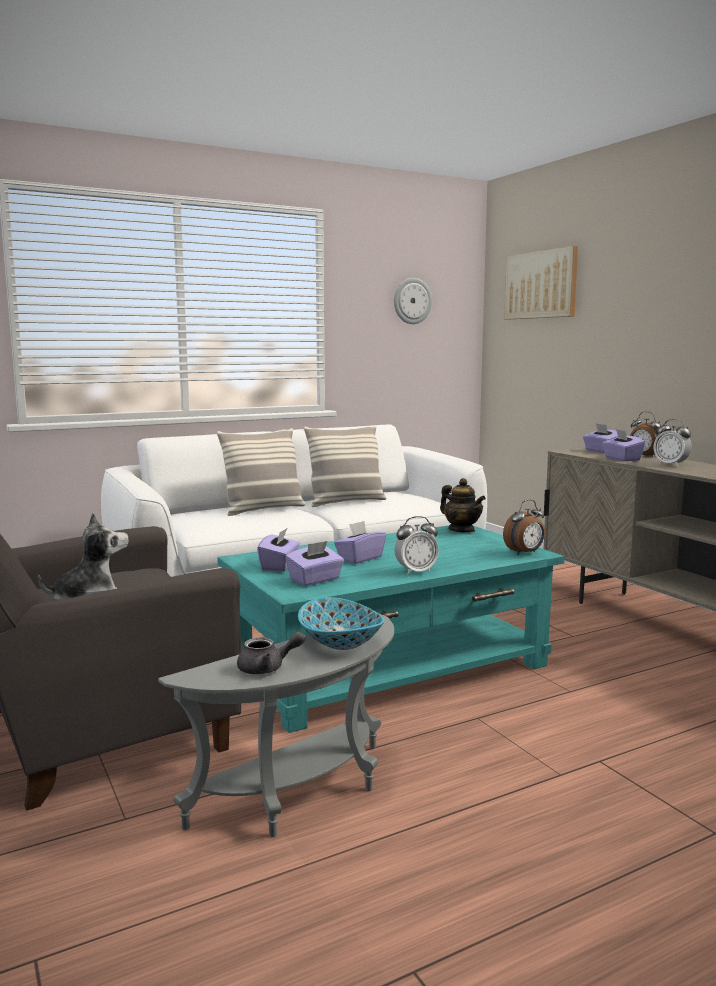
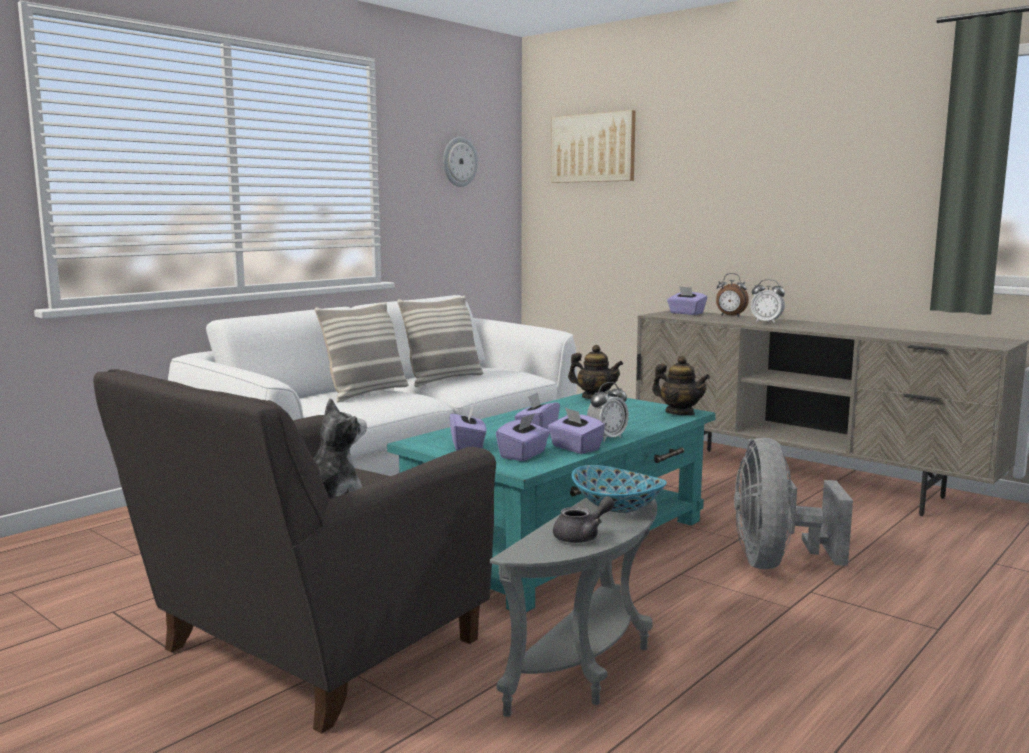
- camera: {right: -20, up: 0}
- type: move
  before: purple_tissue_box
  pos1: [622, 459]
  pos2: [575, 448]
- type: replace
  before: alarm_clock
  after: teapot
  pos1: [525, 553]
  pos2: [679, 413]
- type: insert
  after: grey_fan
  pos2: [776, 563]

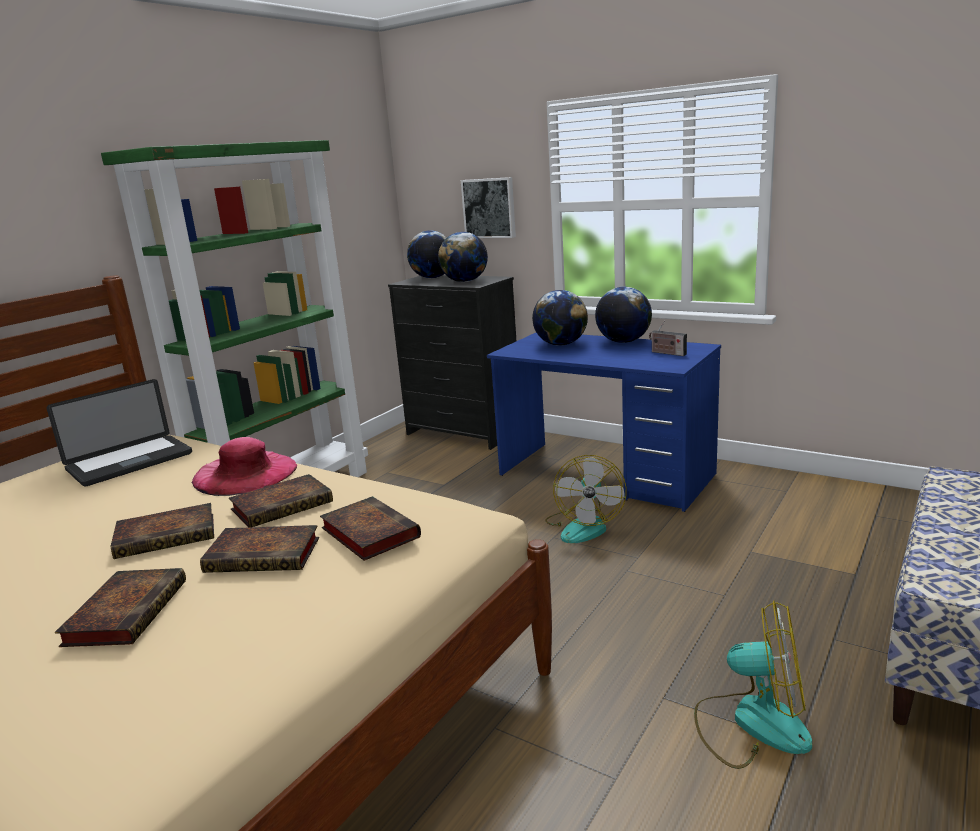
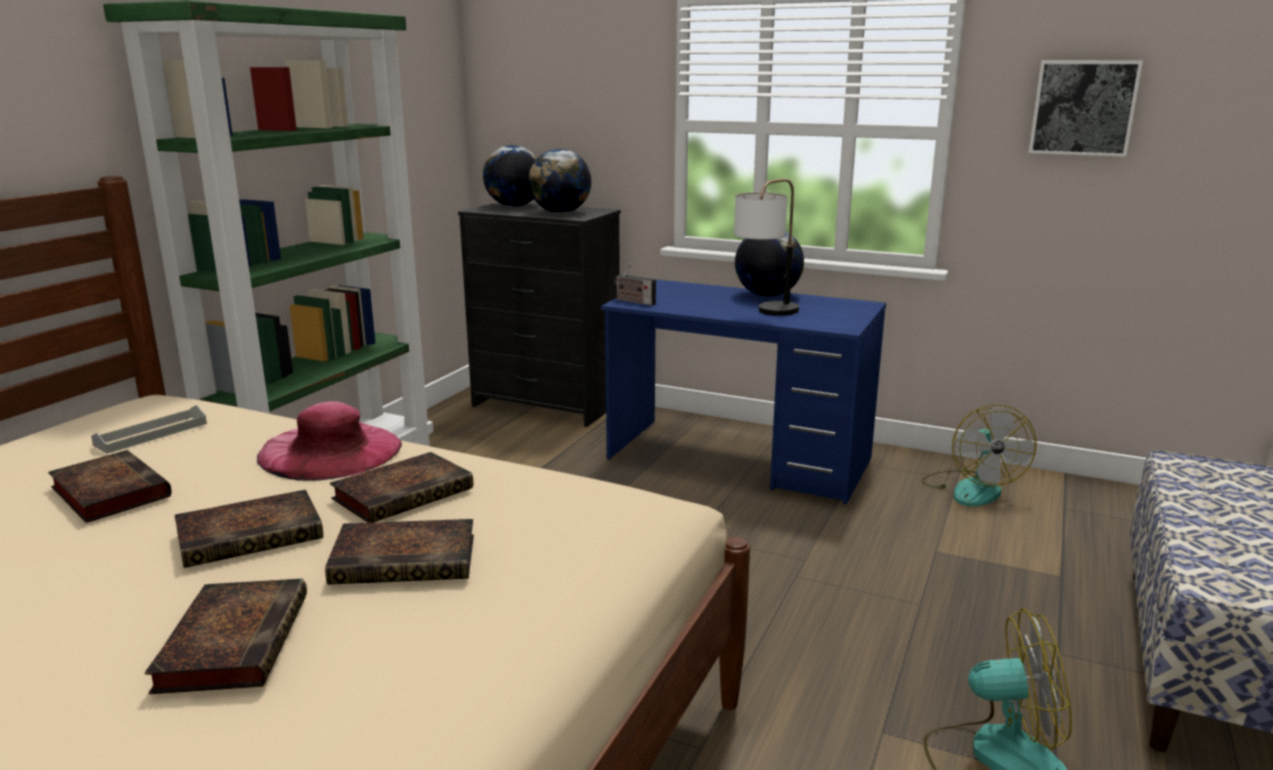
- camera: {right: -10, up: 0}
- type: move
  before: picture
  pos1: [489, 208]
  pos2: [1083, 108]
- type: delete
  before: globe
  pos1: [561, 344]
- type: move
  before: radio
  pos1: [666, 353]
  pos2: [633, 301]
- type: replace
  before: laptop
  after: grey_tray
  pos1: [130, 462]
  pos2: [151, 434]
- type: move
  before: fan
  pos1: [584, 526]
  pos2: [971, 488]
- type: move
  before: book
  pos1: [368, 532]
  pos2: [108, 492]
- type: insert
  after: table_lamp
  pos2: [765, 314]

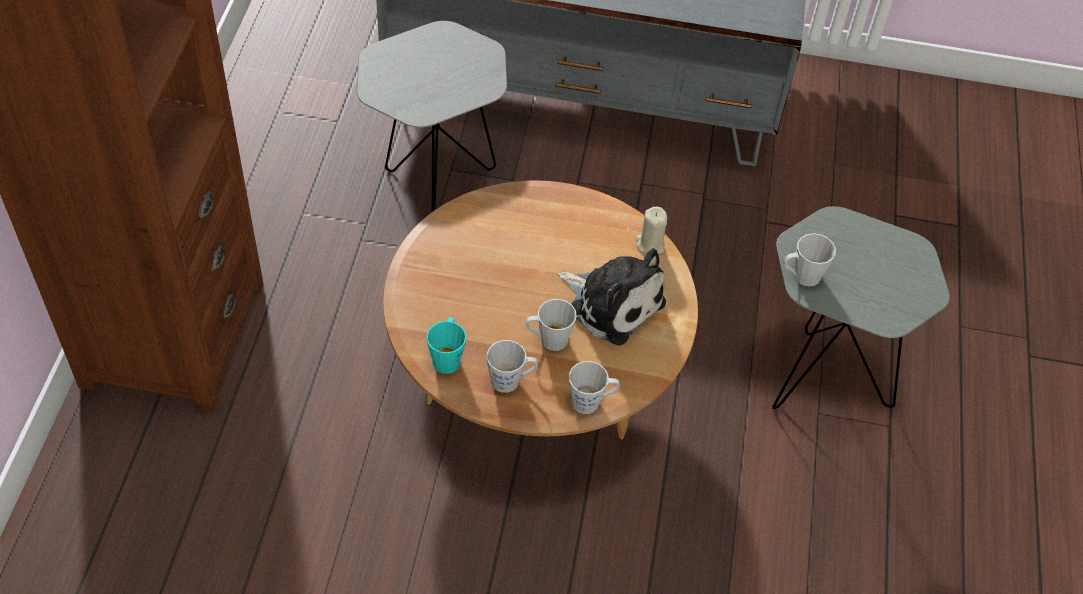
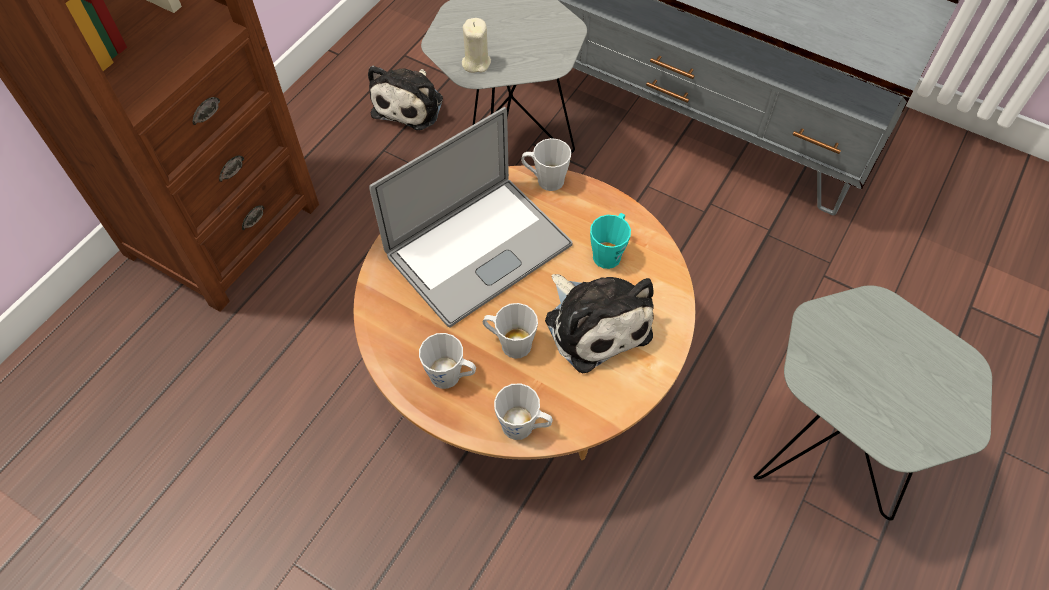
- camera: {right: 25, up: 5}
- type: move
  before: beige_candle
  pos1: [650, 245]
  pos2: [476, 62]
- type: move
  before: grey_mug
  pos1: [801, 276]
  pos2: [545, 180]
- type: move
  before: turquoise_mug
  pos1: [447, 357]
  pos2: [609, 252]
- type: insert
  after: plush_toy
  pos2: [410, 104]
- type: insert
  after: laptop
  pos2: [478, 250]

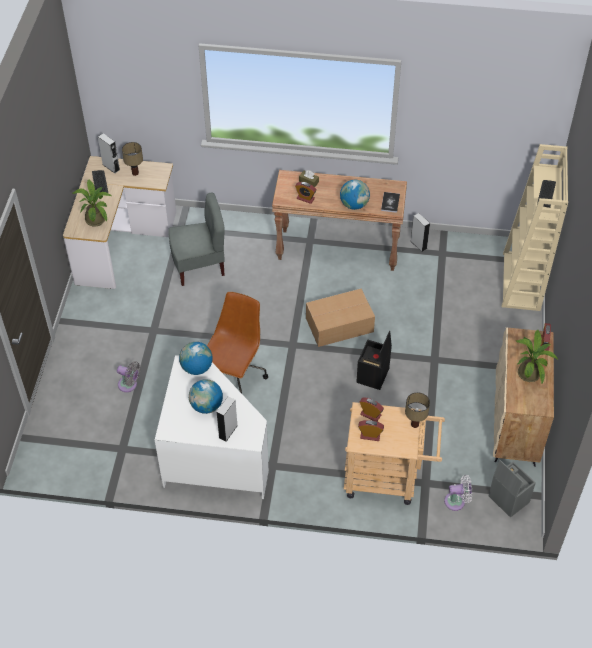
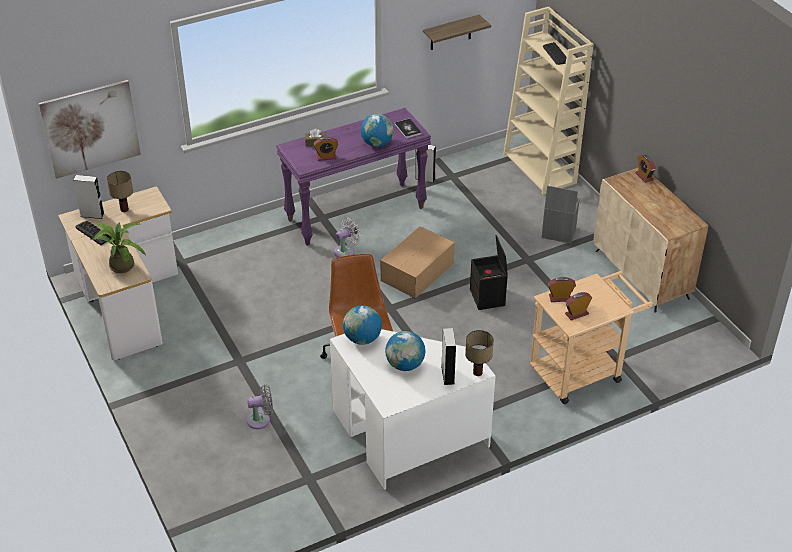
- camera: {right: -35, up: -10}
- type: recolor
  before: brown_console_table
  after: purple_console_table
  pos1: [338, 249]
  pos2: [356, 213]
- type: delete
  before: grey_chair
  pos1: [199, 265]
- type: delete
  before: potted_plant
  pos1: [530, 372]
- type: move
  before: table_lamp
  pos1: [415, 425]
  pos2: [478, 373]
- type: move
  before: grey_storage_box
  pos1: [507, 499]
  pos2: [558, 233]
- type: move
  before: white_fan
  pos1: [457, 501]
  pos2: [346, 251]
- type: insert
  after: shelf
  pos2: [450, 33]
- type: insert
  after: picture
  pos2: [91, 129]

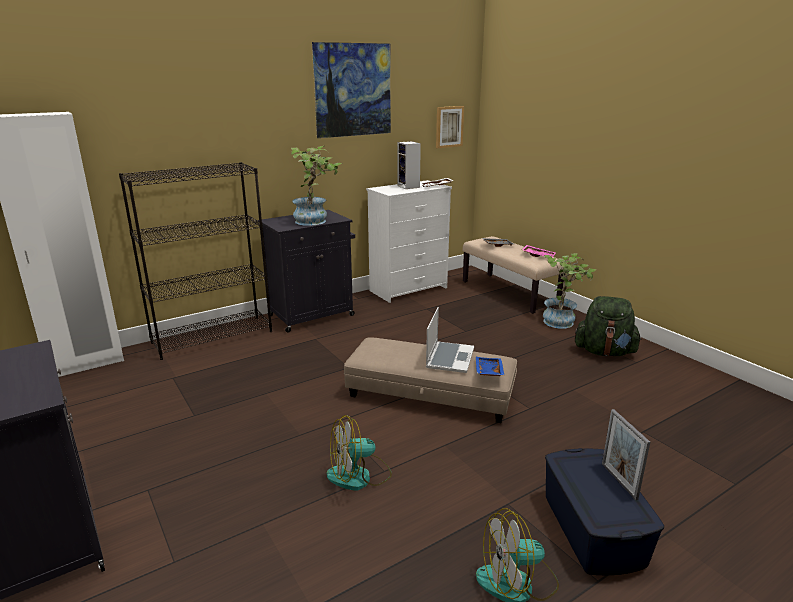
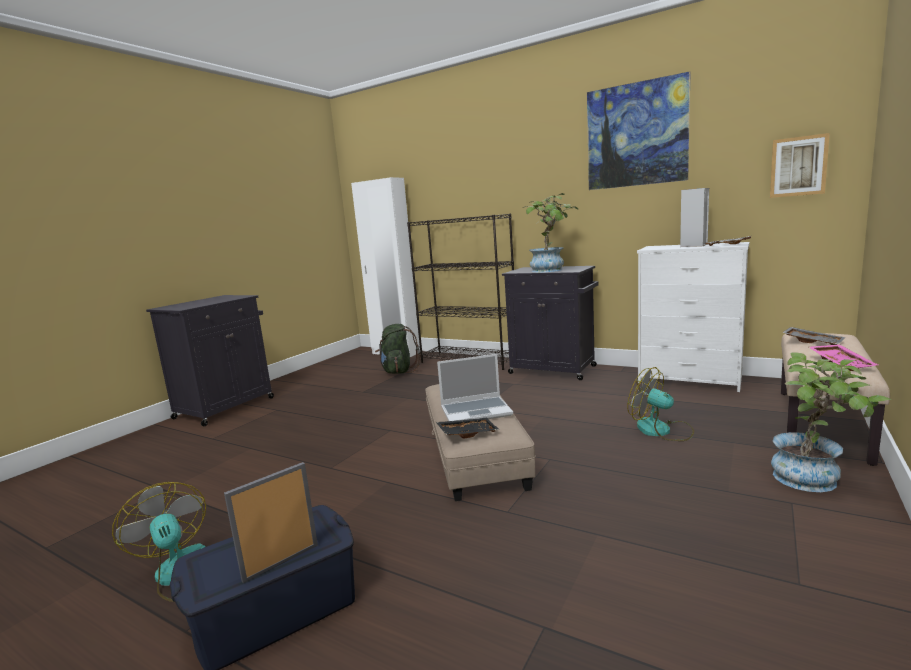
- camera: {right: 65, up: -10}
- type: move
  before: green_backpack
  pos1: [604, 352]
  pos2: [398, 371]
- type: recolor
  before: blue_tray
  after: black_tray
  pos1: [488, 371]
  pos2: [467, 433]
- type: move
  before: fan
  pos1: [359, 476]
  pos2: [661, 430]

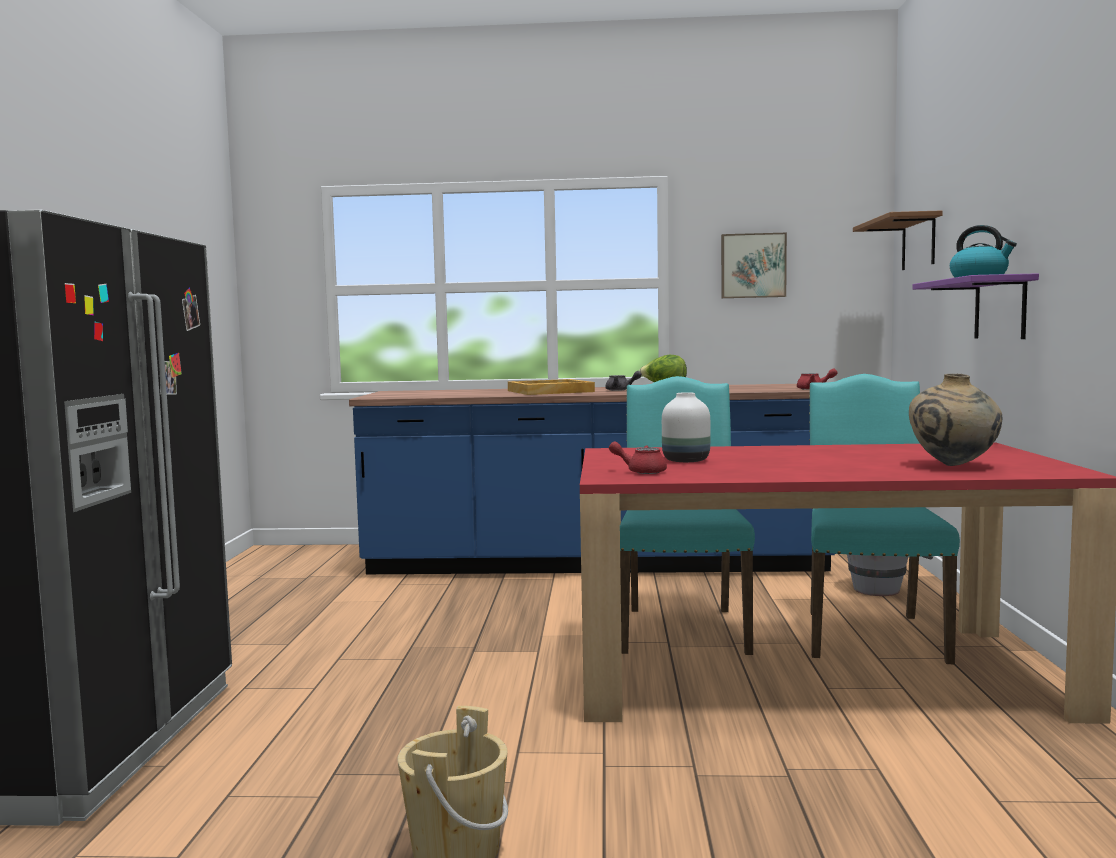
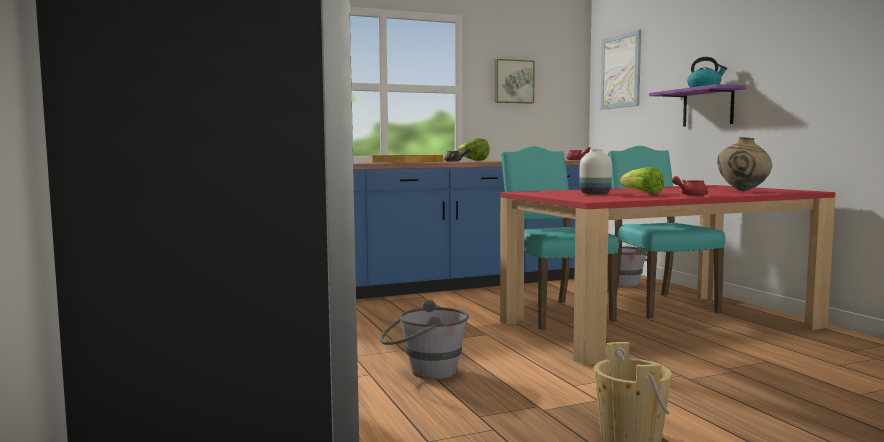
- camera: {right: -25, up: 0}
- type: replace
  before: brown_shelf
  after: picture
  pos1: [918, 243]
  pos2: [620, 71]
- type: move
  before: red_teapot
  pos1: [641, 471]
  pos2: [690, 195]
- type: insert
  after: lettuce
  pos2: [642, 193]
- type: insert
  after: grey_bucket
  pos2: [424, 372]

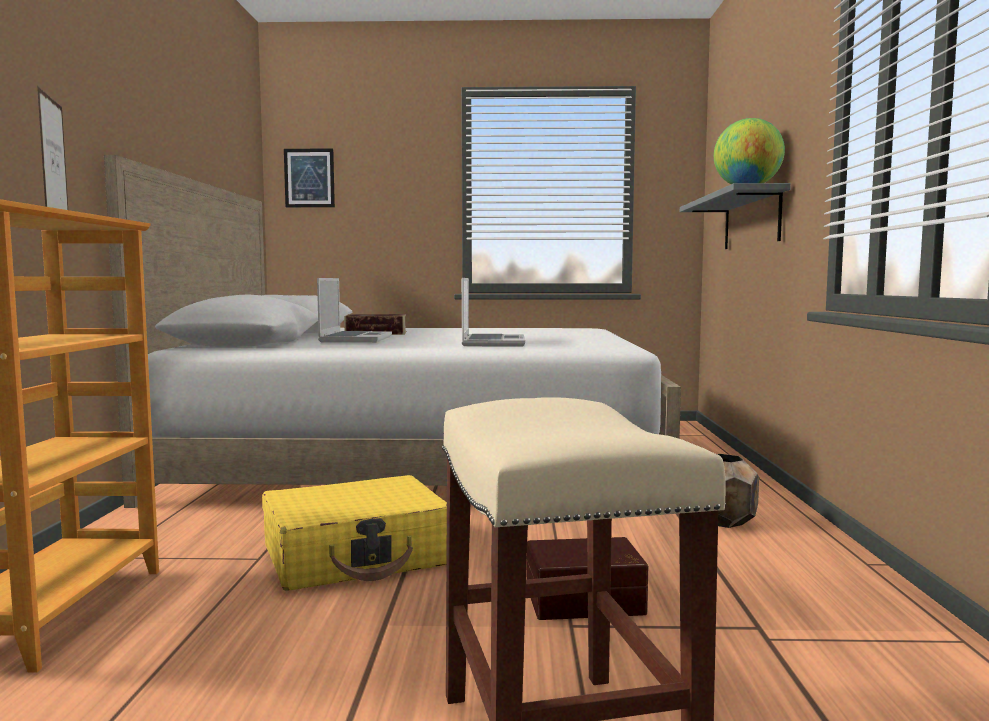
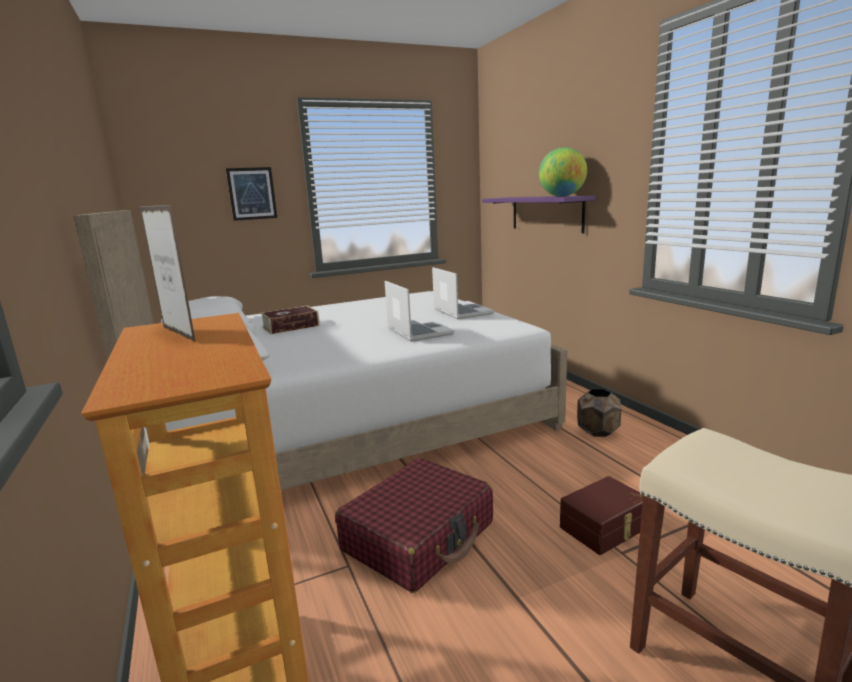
- camera: {right: -25, up: 10}
- type: move
  before: picture
  pos1: [309, 178]
  pos2: [252, 193]
- type: recolor
  before: grey_shelf
  after: purple_shelf
  pos1: [751, 221]
  pos2: [546, 213]
- type: move
  before: laptop
  pos1: [355, 339]
  pos2: [461, 311]
- type: recolor
  before: yellow_suitcase
  after: red_suitcase
  pos1: [357, 556]
  pos2: [419, 536]

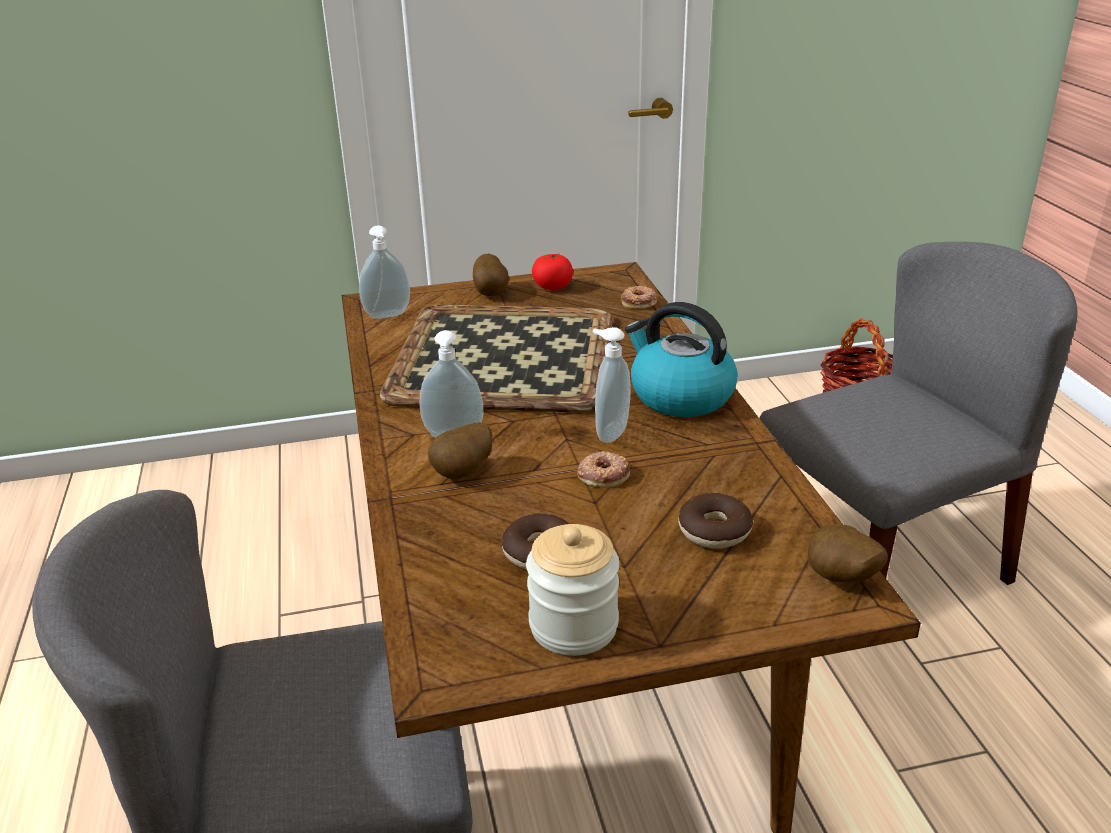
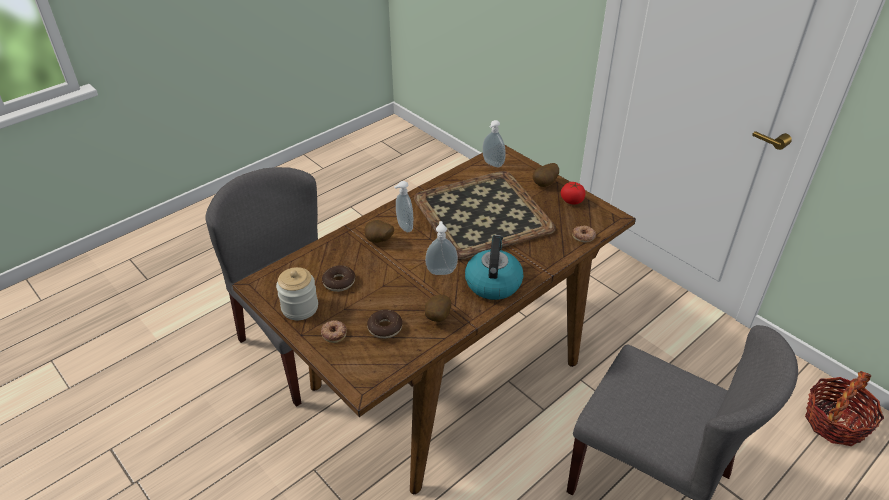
- camera: {right: 60, up: 10}
- type: move
  before: donut
  pos1: [603, 474]
  pos2: [334, 333]
- type: move
  before: potato
  pos1: [840, 580]
  pos2: [437, 318]

